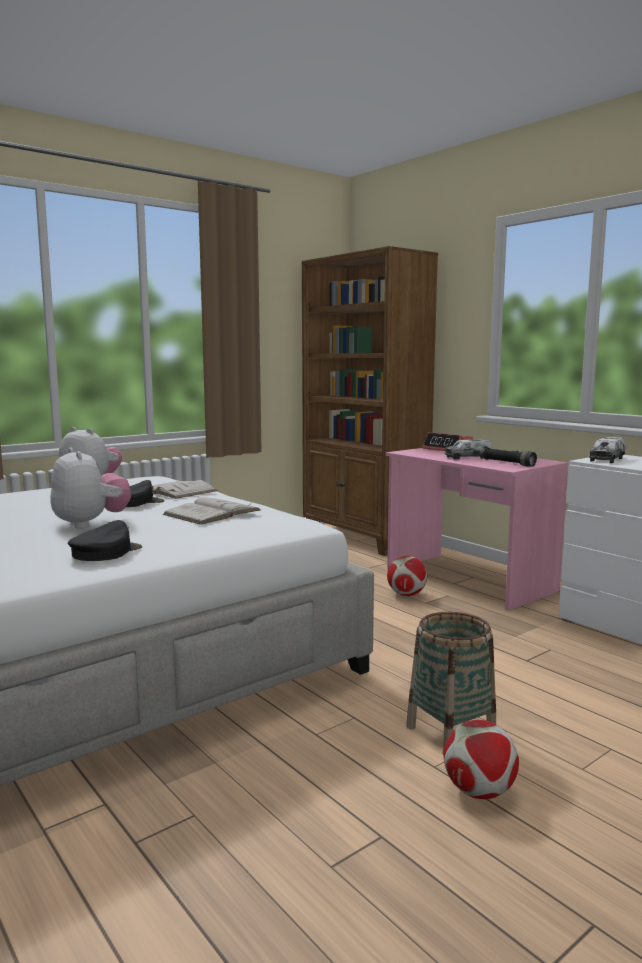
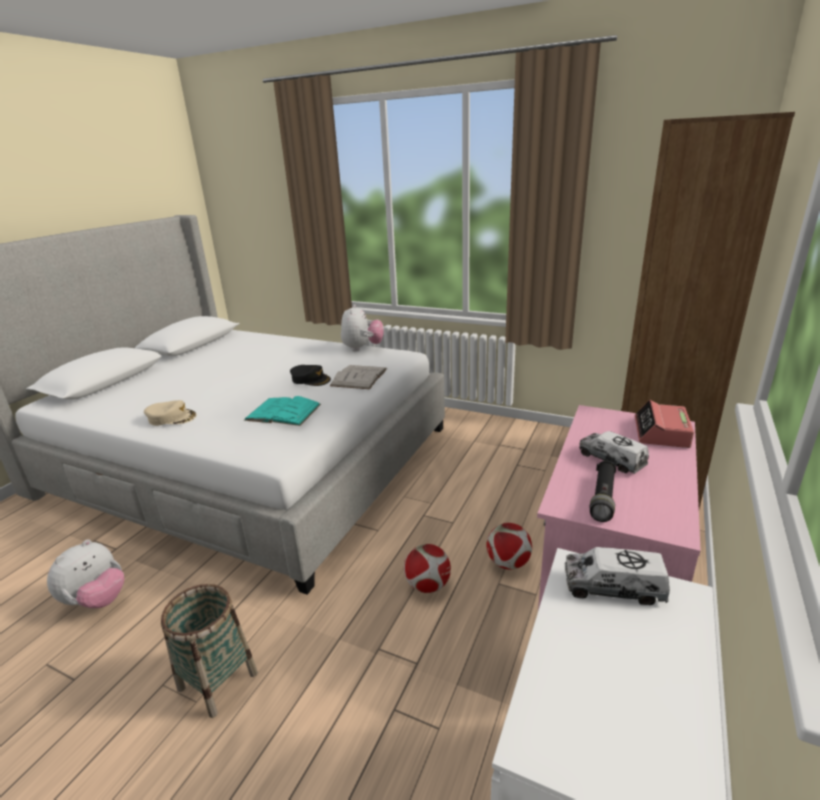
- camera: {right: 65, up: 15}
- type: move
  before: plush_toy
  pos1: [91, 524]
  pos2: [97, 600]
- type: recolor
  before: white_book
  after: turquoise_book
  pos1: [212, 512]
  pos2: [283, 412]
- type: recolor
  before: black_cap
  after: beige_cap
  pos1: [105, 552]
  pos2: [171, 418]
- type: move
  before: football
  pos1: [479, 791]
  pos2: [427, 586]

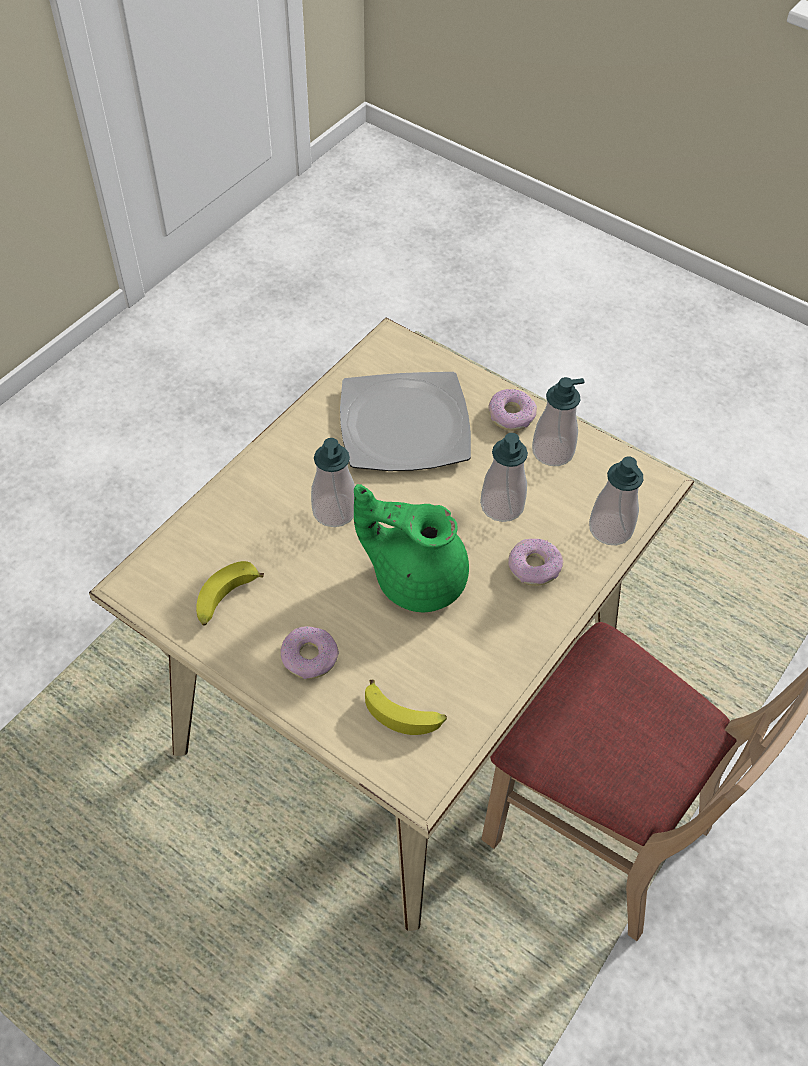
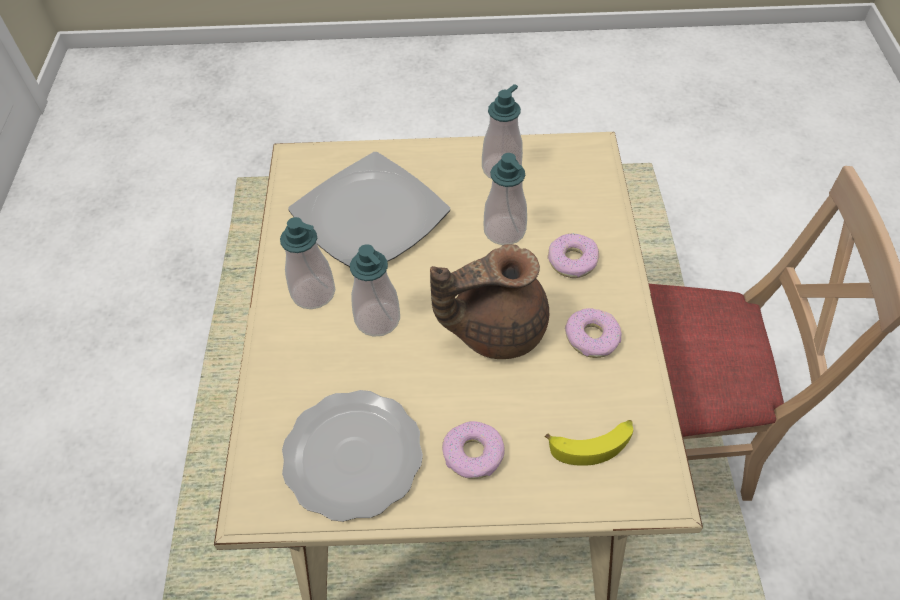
- camera: {right: -35, up: 0}
- type: move
  before: donut
  pos1: [511, 415]
  pos2: [592, 337]
- type: move
  before: soap_dispenser
  pos1: [610, 529]
  pos2: [313, 292]
- type: recolor
  before: green_teapot
  after: brown_teapot
  pos1: [416, 577]
  pos2: [494, 328]
- type: replace
  before: banana
  after: plate
  pos1: [226, 600]
  pos2: [354, 457]

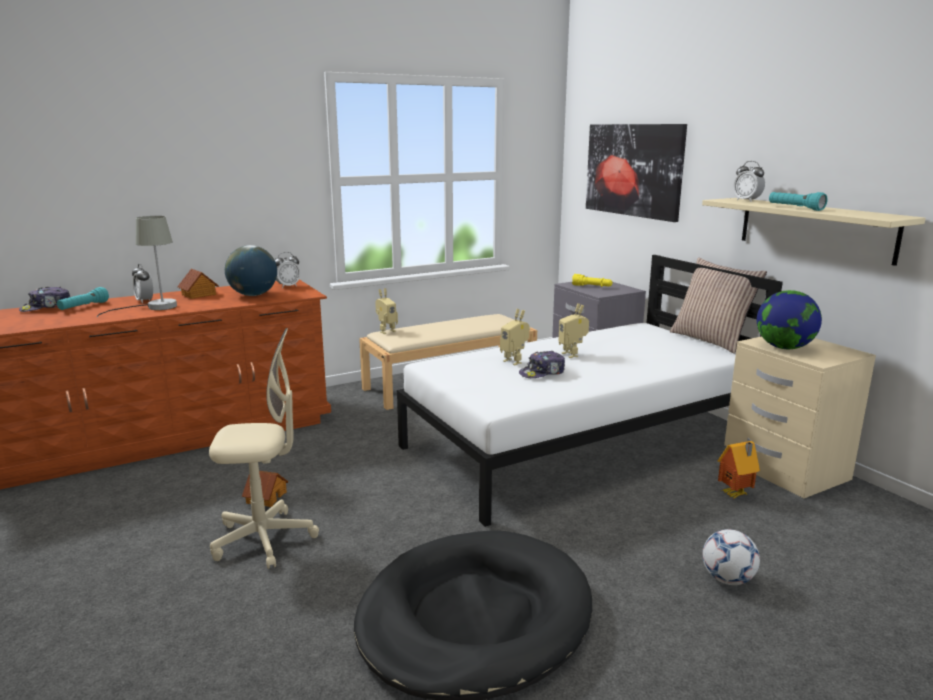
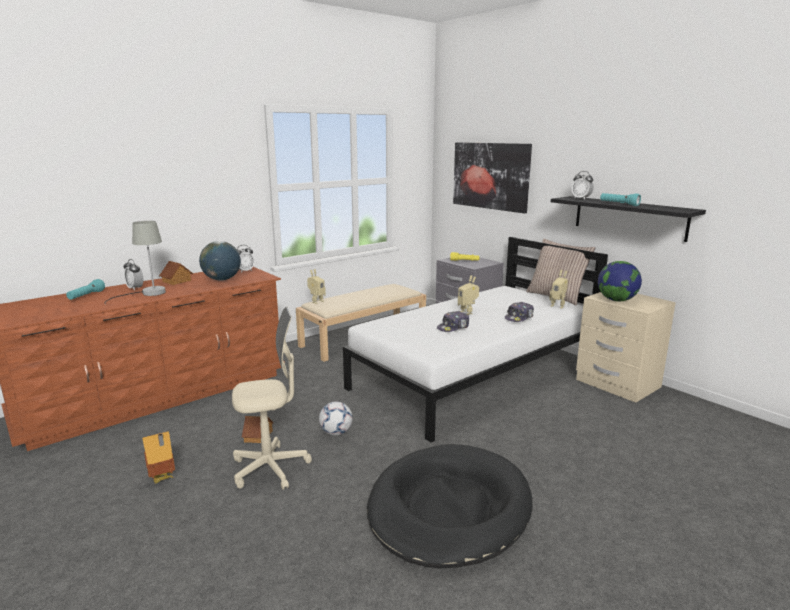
- camera: {right: -10, up: 0}
- type: recolor
  before: beige_shelf
  after: black_shelf
  pos1: [815, 229]
  pos2: [629, 217]
- type: move
  before: cap
  pos1: [46, 308]
  pos2: [519, 317]
- type: move
  before: toy_robot
  pos1: [514, 361]
  pos2: [558, 306]
- type: move
  before: toy_house
  pos1: [736, 495]
  pos2: [163, 479]
- type: move
  before: football
  pos1: [727, 579]
  pos2: [336, 433]

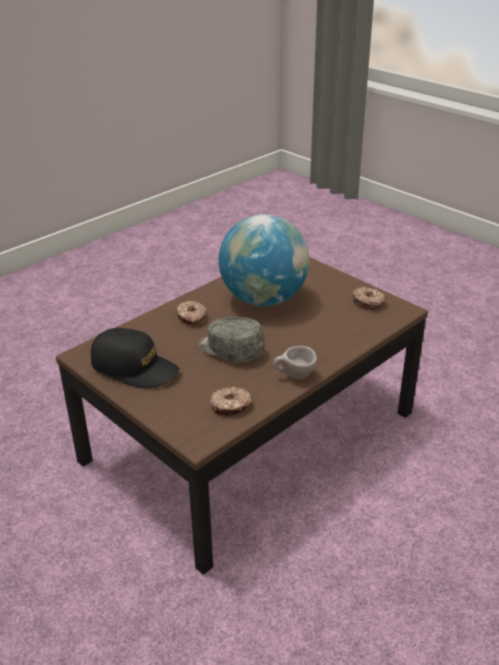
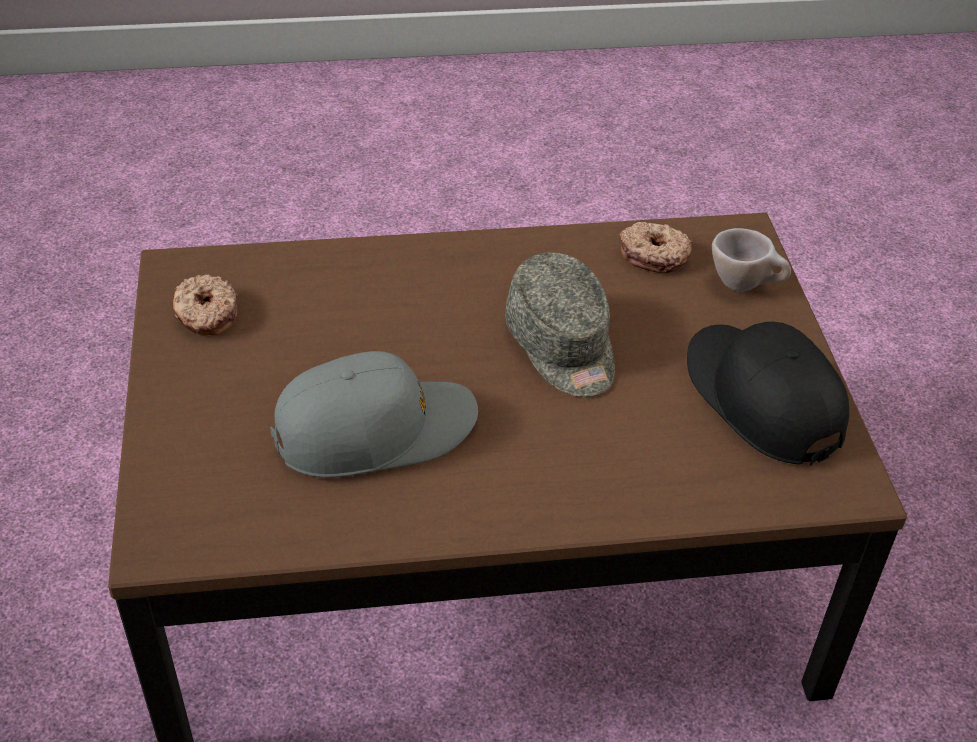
- camera: {right: -145, up: 10}
- type: replace
  before: globe
  after: grey_cap
  pos1: [264, 299]
  pos2: [375, 430]
- type: delete
  before: donut
  pos1: [191, 317]
- type: move
  before: beige_cup
  pos1: [294, 376]
  pos2: [745, 285]

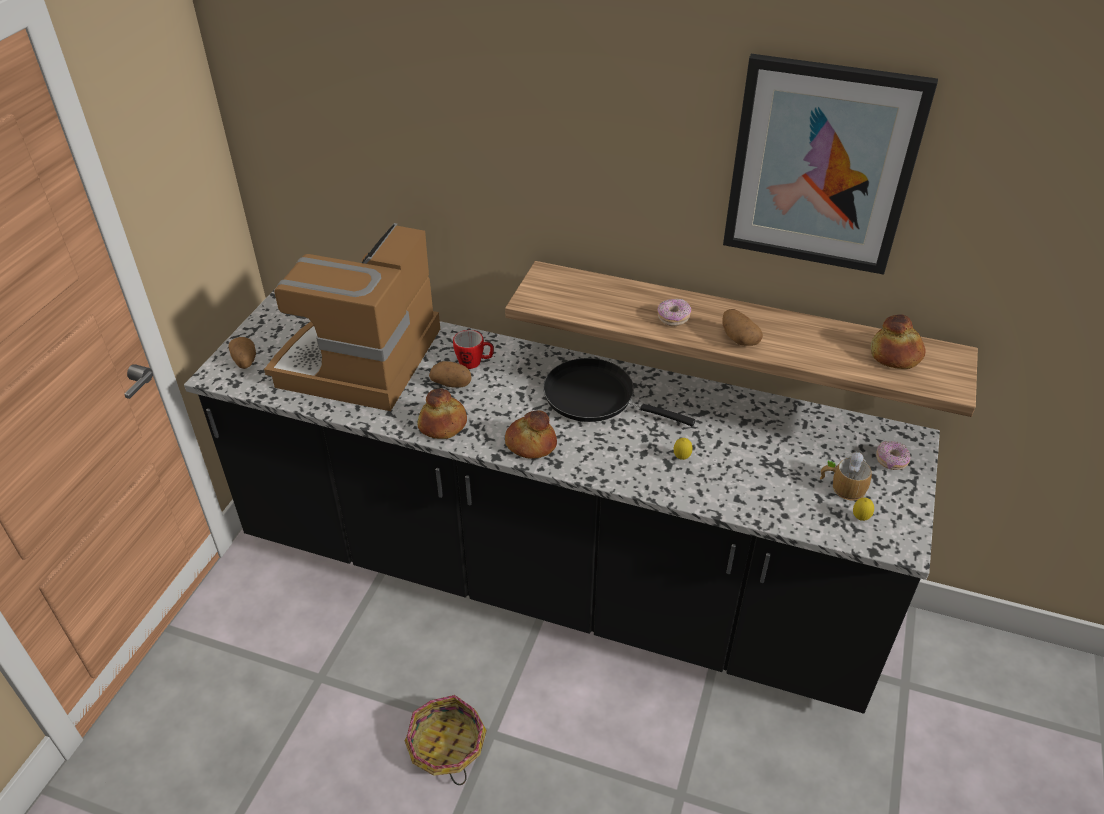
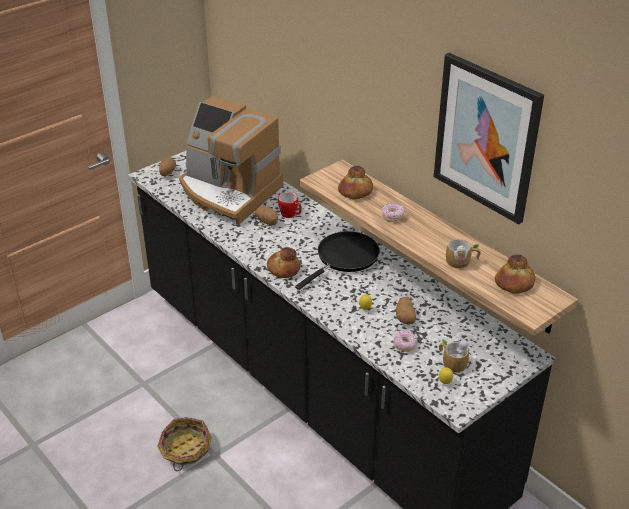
- camera: {right: 30, up: -5}
- type: rotate
  before: coffee_machine
  pos1: [361, 359]
  pos2: [228, 192]
  turn: -105
- type: move
  before: potato
  pos1: [738, 338]
  pos2: [405, 317]
- type: rotate
  before: black_frying_pan
  pos1: [595, 397]
  pos2: [344, 258]
  turn: 75
- type: move
  before: bread
  pos1: [443, 424]
  pos2: [355, 191]
- type: move
  before: donut
  pos1: [891, 461]
  pos2: [404, 345]
- type: insert
  after: mug
  pos2: [462, 262]

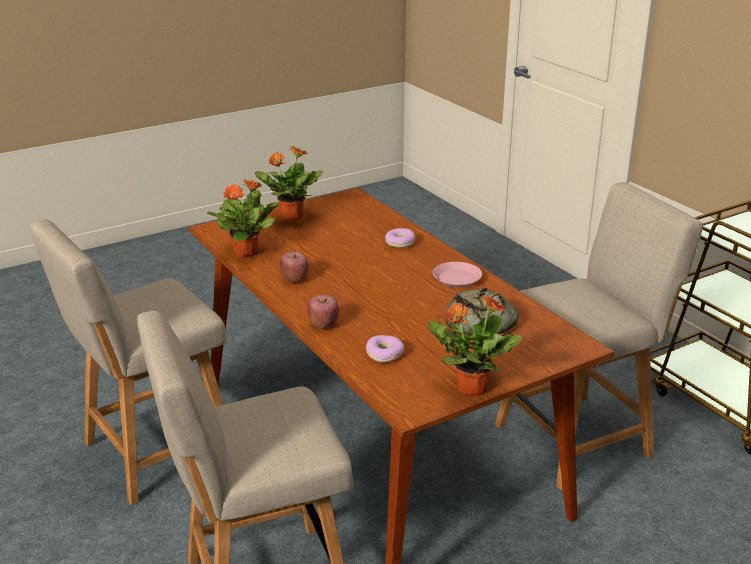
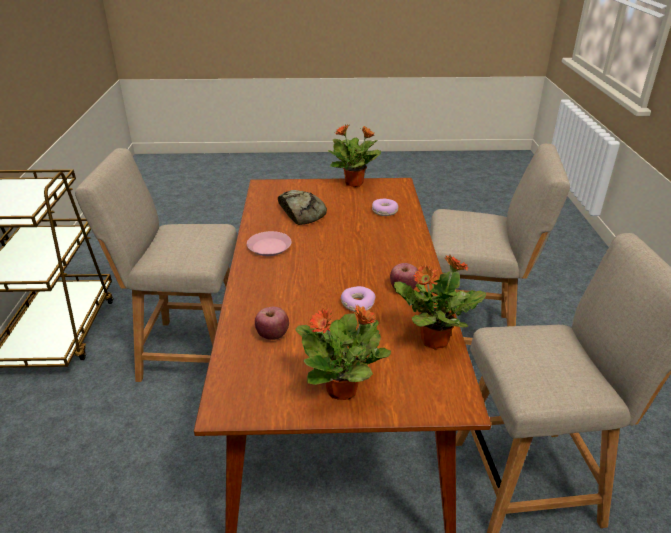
- camera: {right: -150, up: 5}
- type: move
  before: donut
  pos1: [400, 243]
  pos2: [357, 304]
- type: move
  before: apple
  pos1: [323, 324]
  pos2: [273, 335]

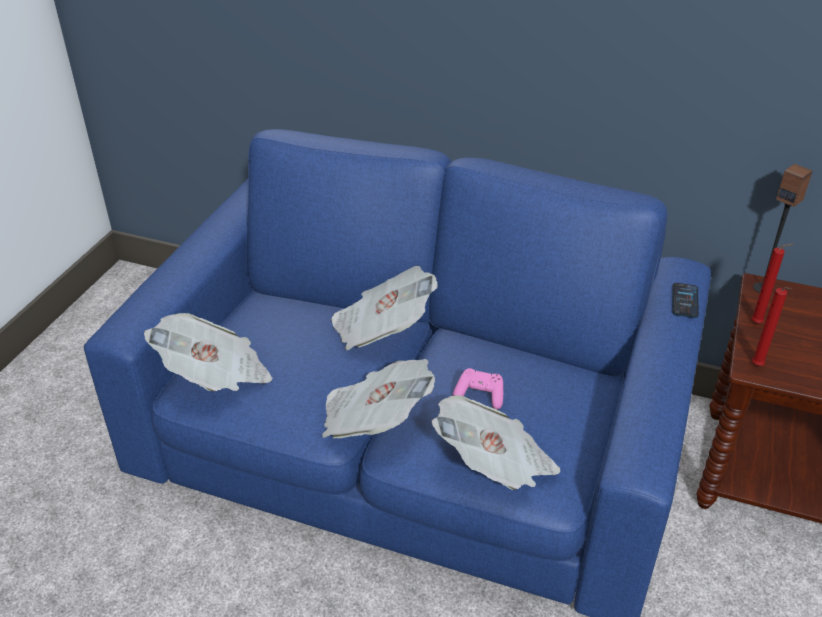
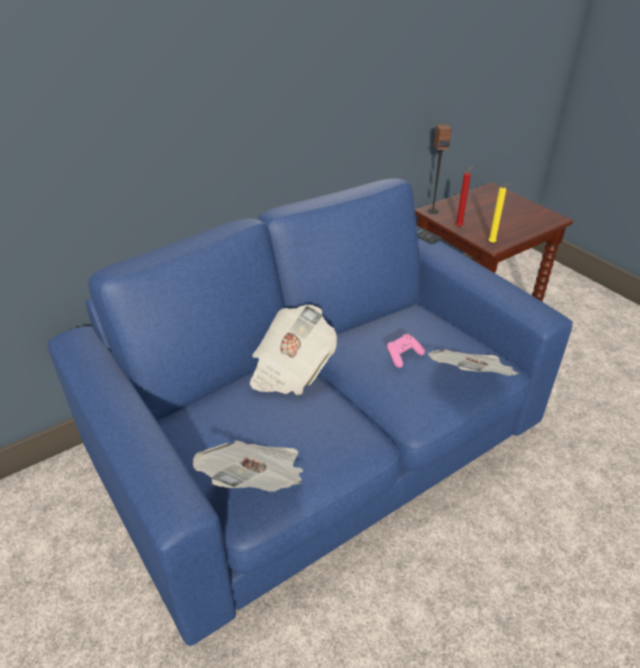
- camera: {right: -55, up: 0}
- type: recolor
  before: red_candle
  after: yellow_candle
  pos1: [758, 367]
  pos2: [493, 243]
- type: delete
  before: newspaper
  pos1: [374, 420]

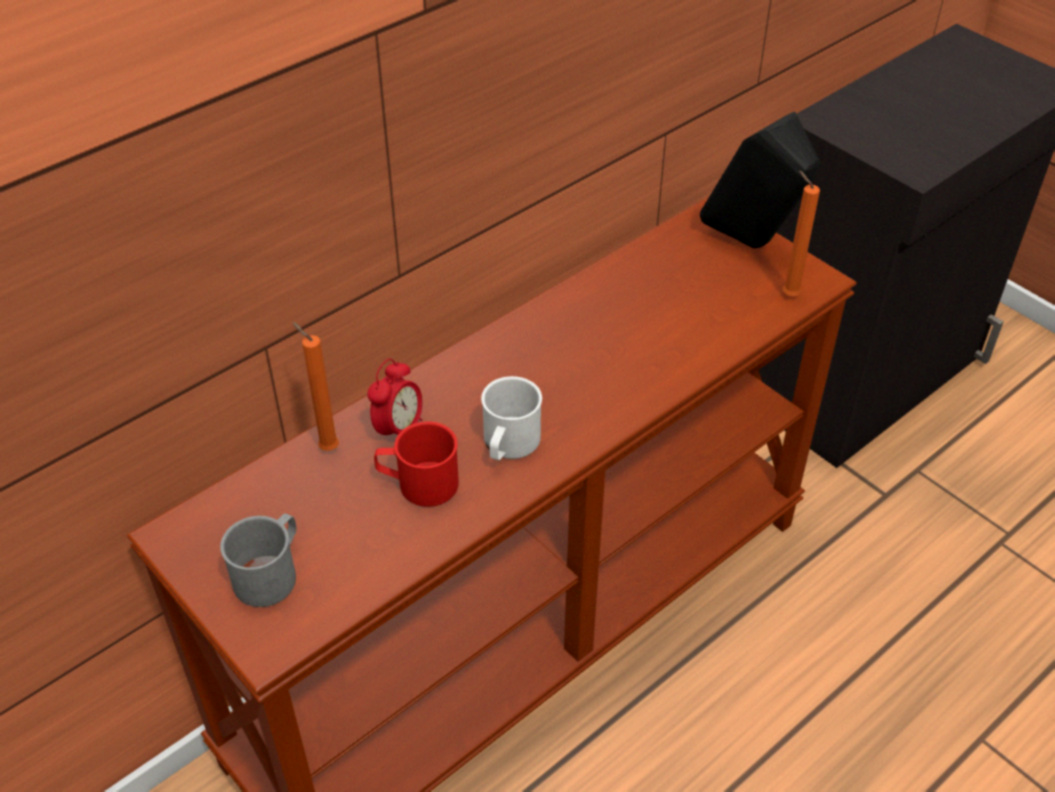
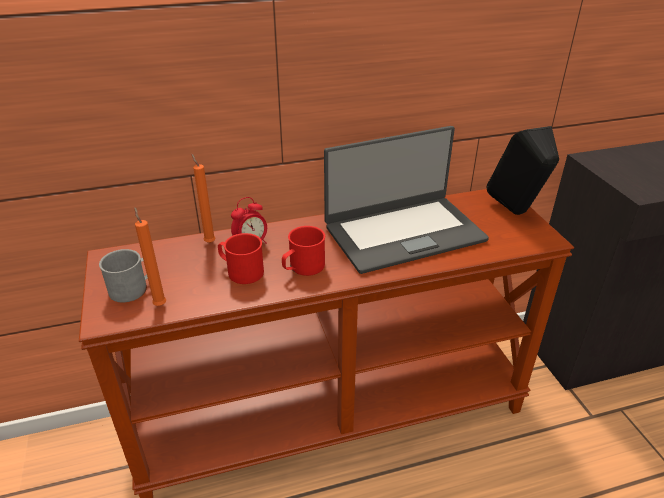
- camera: {right: 25, up: -10}
- type: move
  before: orange_candle
  pos1: [787, 295]
  pos2: [159, 304]
- type: recolor
  before: white_mug
  after: red_mug
  pos1: [508, 445]
  pos2: [303, 268]
- type: insert
  after: laptop
  pos2: [403, 232]

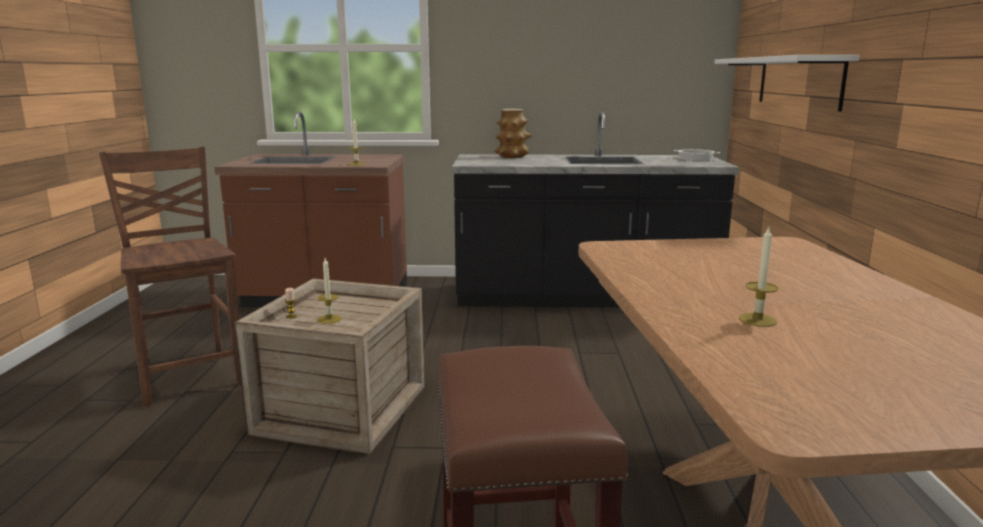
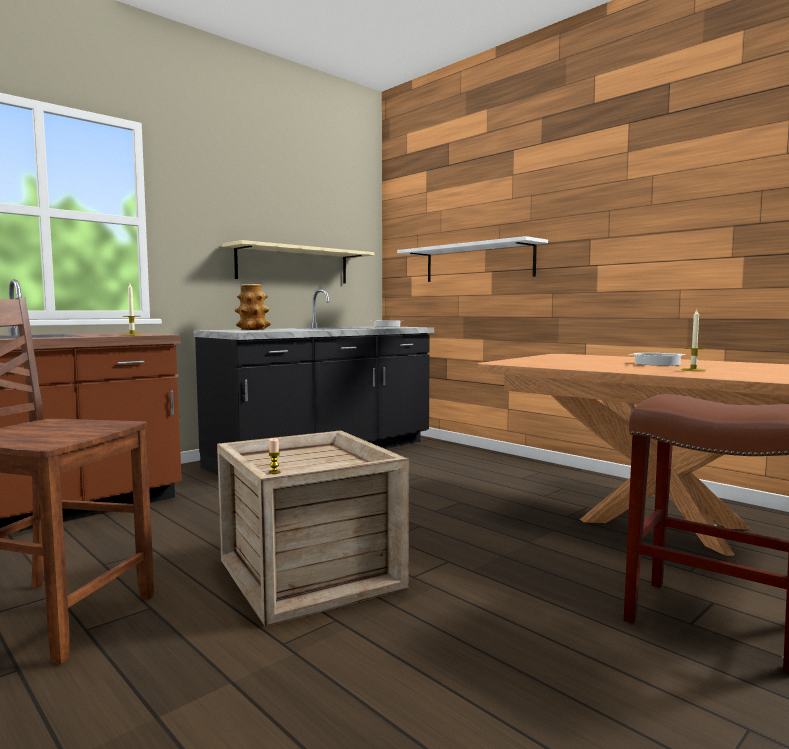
- camera: {right: -45, up: -10}
- type: delete
  before: candle
  pos1: [329, 319]
- type: insert
  after: beige_shelf
  pos2: [293, 265]
- type: insert
  after: cooking_pot
  pos2: [657, 363]

